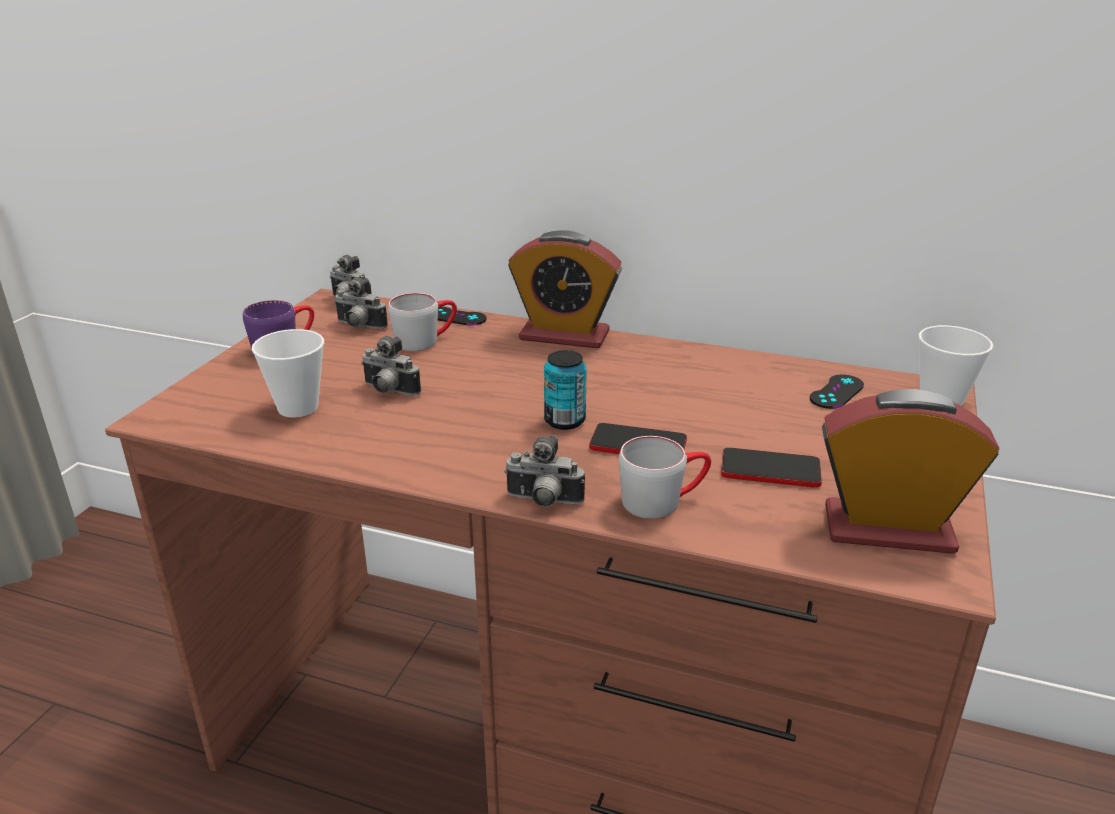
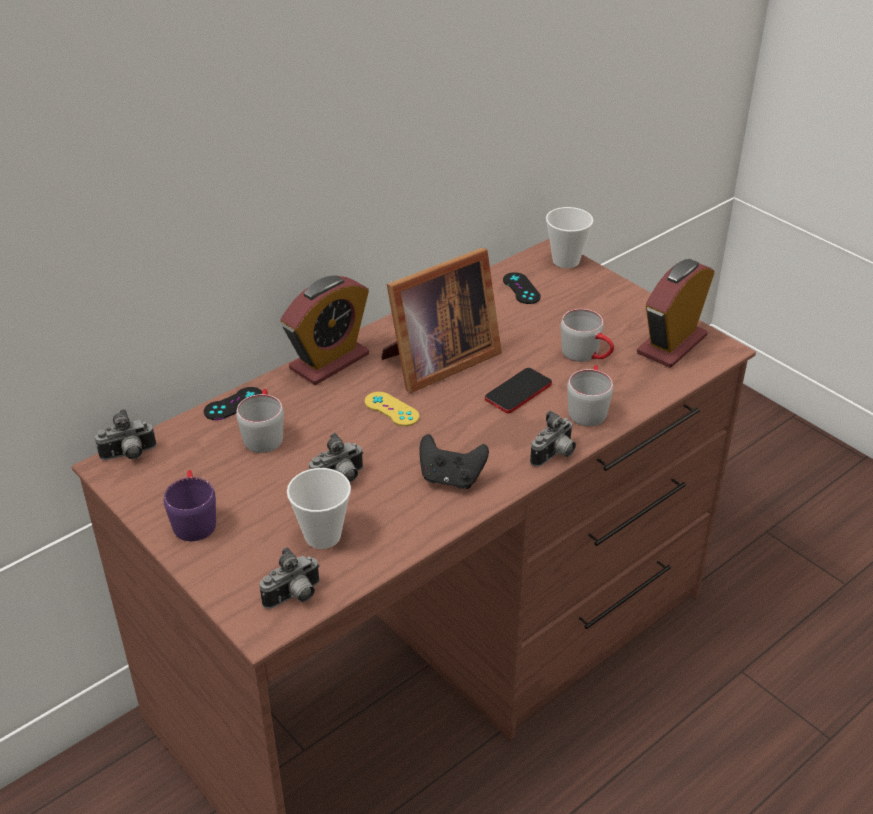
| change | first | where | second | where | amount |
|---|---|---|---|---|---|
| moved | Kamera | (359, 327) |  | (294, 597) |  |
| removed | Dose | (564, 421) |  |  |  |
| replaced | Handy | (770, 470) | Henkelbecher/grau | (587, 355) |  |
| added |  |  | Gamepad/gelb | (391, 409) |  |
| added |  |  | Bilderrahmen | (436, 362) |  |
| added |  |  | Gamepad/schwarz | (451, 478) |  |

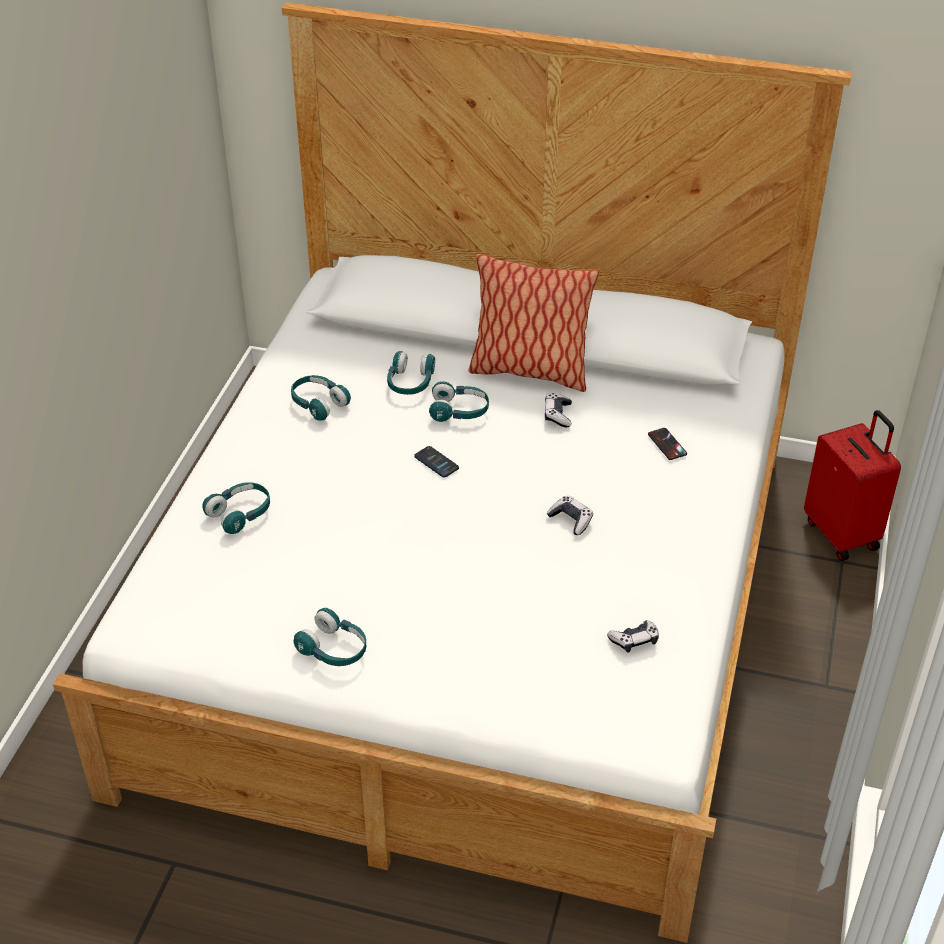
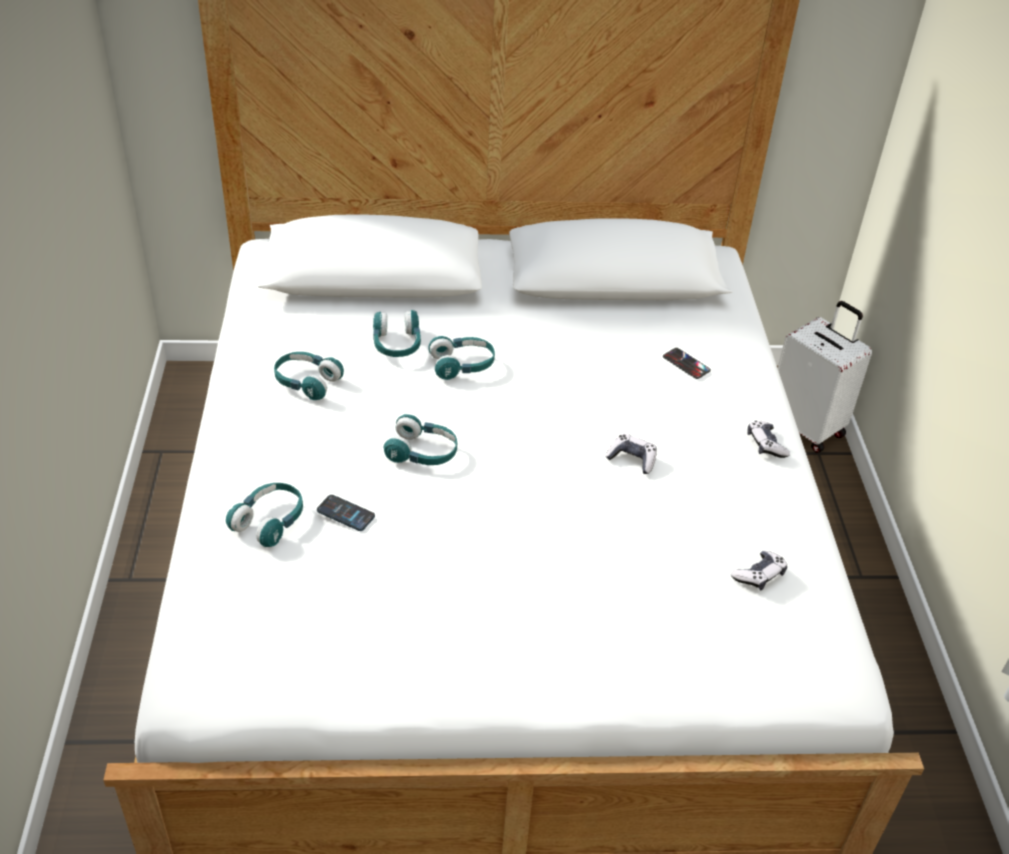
| change | first | where | second | where | amount |
|---|---|---|---|---|---|
| moved | Kopfhörer/türkis | (334, 649) |  | (422, 453) |  |
| moved | Handy | (436, 462) |  | (345, 513) |  |
| removed | Kissen | (529, 371) |  |  |  |
| moved | Gamepad | (557, 415) |  | (765, 444) |  |
| recoloured | Koffer/rot | (843, 534) | Koffer/weiß | (807, 427) |  |

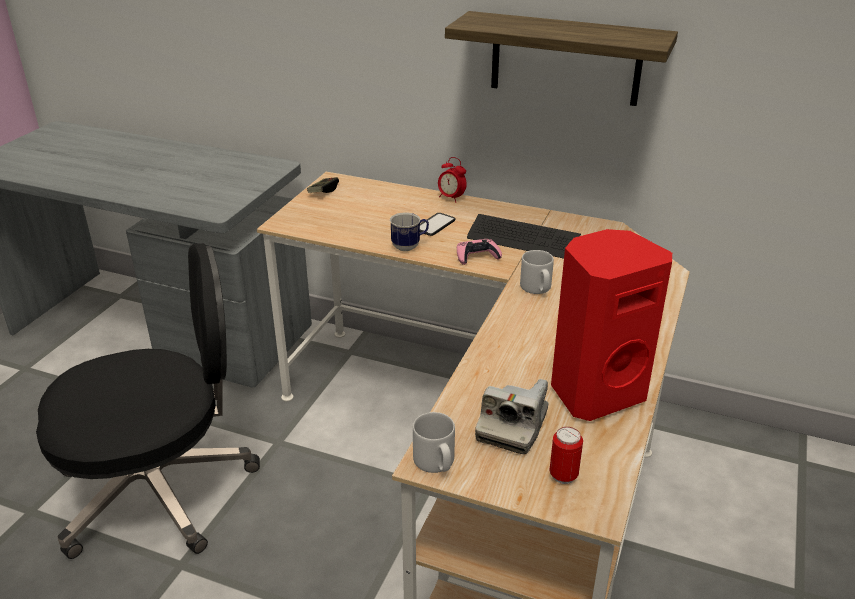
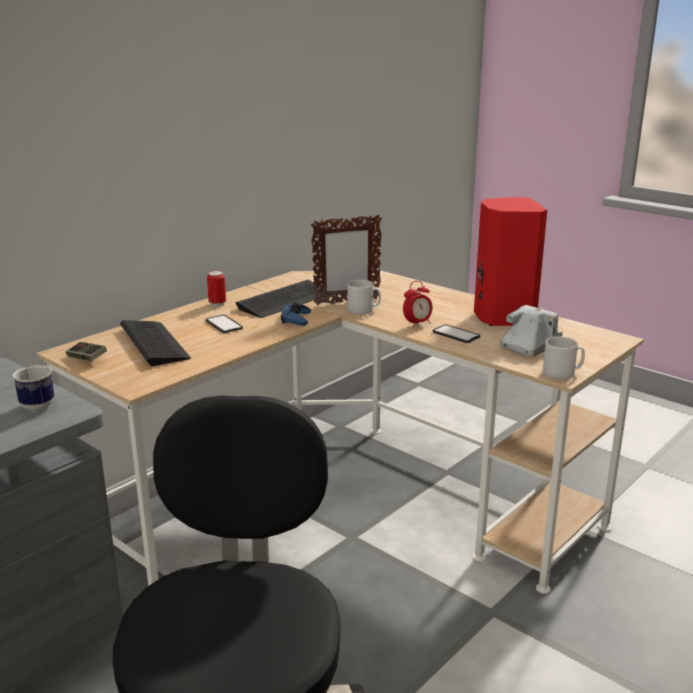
| change | first | where | second | where | amount |
|---|---|---|---|---|---|
| moved | Henkelbecher | (410, 246) |  | (40, 404) |  |
| moved | Wecker | (451, 198) |  | (417, 324) |  |
| removed | Wandregal | (565, 59) |  |  |  |
| recoloured | Gamepad/rosa | (477, 256) | Gamepad/blau | (296, 319) |  |
| turned | Kamera | (512, 426) |  | (530, 345) | 90 degrees counterclockwise |
| moved | Dose | (563, 475) |  | (217, 304) |  |
| added |  |  | Tastatur | (154, 343) |  |
| added |  |  | Bilderrahmen | (346, 302) |  |
| added |  |  | Handy | (456, 334) |  |

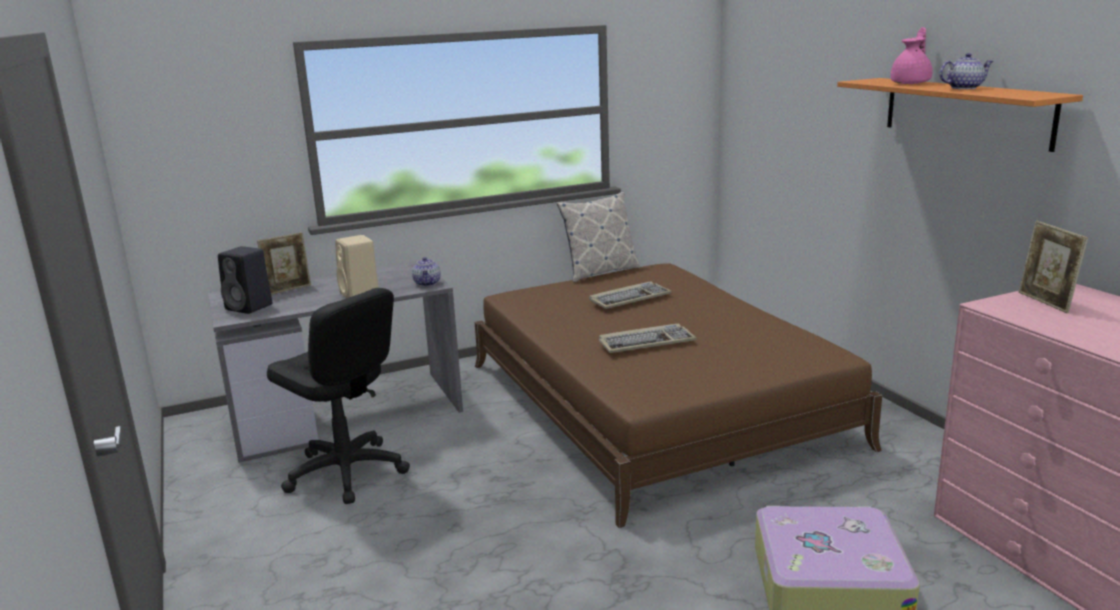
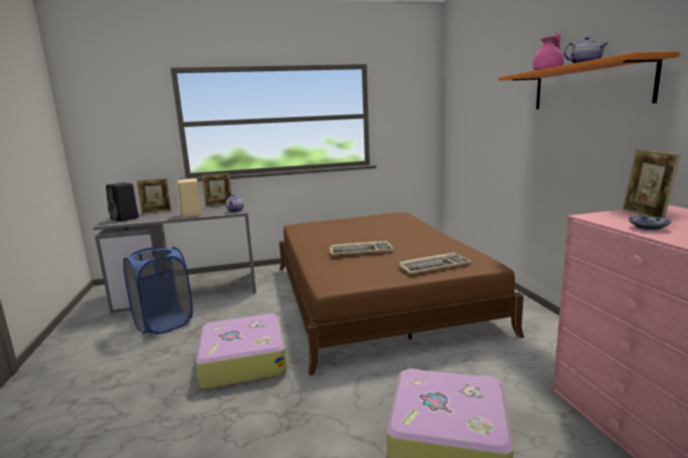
| change | first | where | second | where | amount |
|---|---|---|---|---|---|
| replaced | Bürostuhl/schwarz | (346, 472) | Wäschekorb/blau | (164, 323) |  |
| removed | Kissen | (600, 272) |  |  |  |
| moved | Tastatur | (630, 298) |  | (434, 266) |  |
| added |  |  | Koffer | (243, 361) |  |
| added |  |  | Bilderrahmen | (219, 205) |  |
| added |  |  | Schüssel | (649, 228) |  |

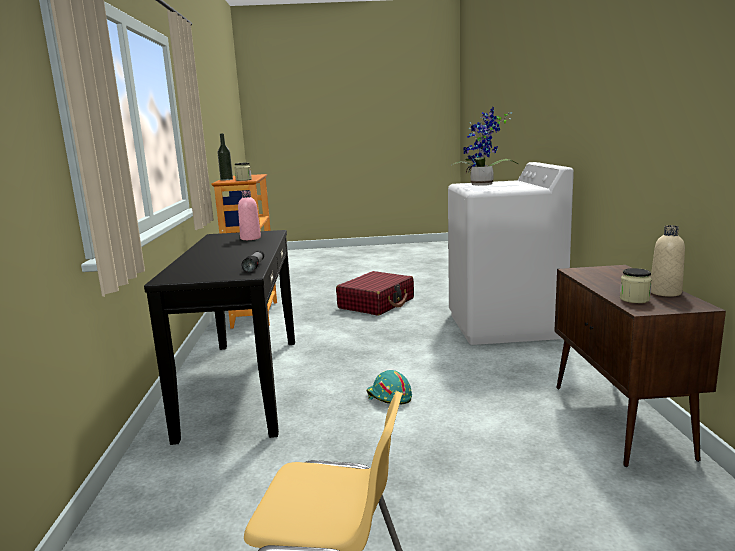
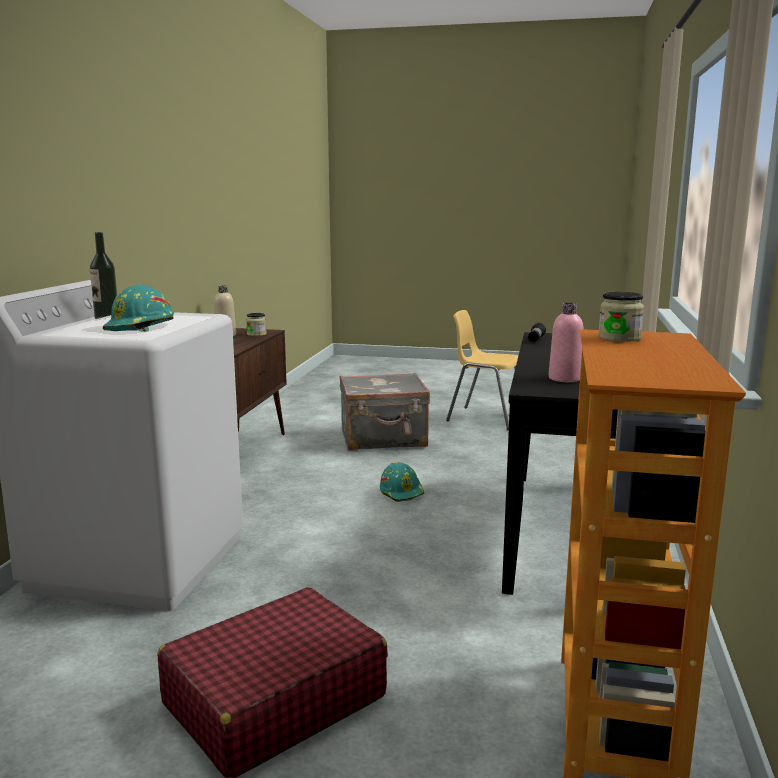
| change | first | where | second | where | amount |
|---|---|---|---|---|---|
| moved | Flasche | (226, 179) |  | (107, 318) |  |
| replaced | Topfpflanze | (483, 185) | Schutzhelm/türkis | (141, 327) |  |
| added |  |  | Koffer/grau | (384, 439) |  |

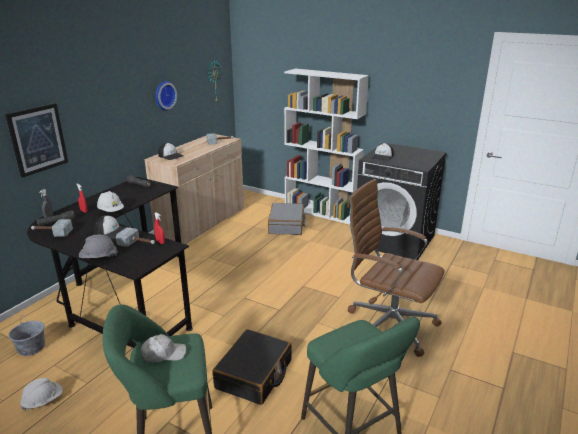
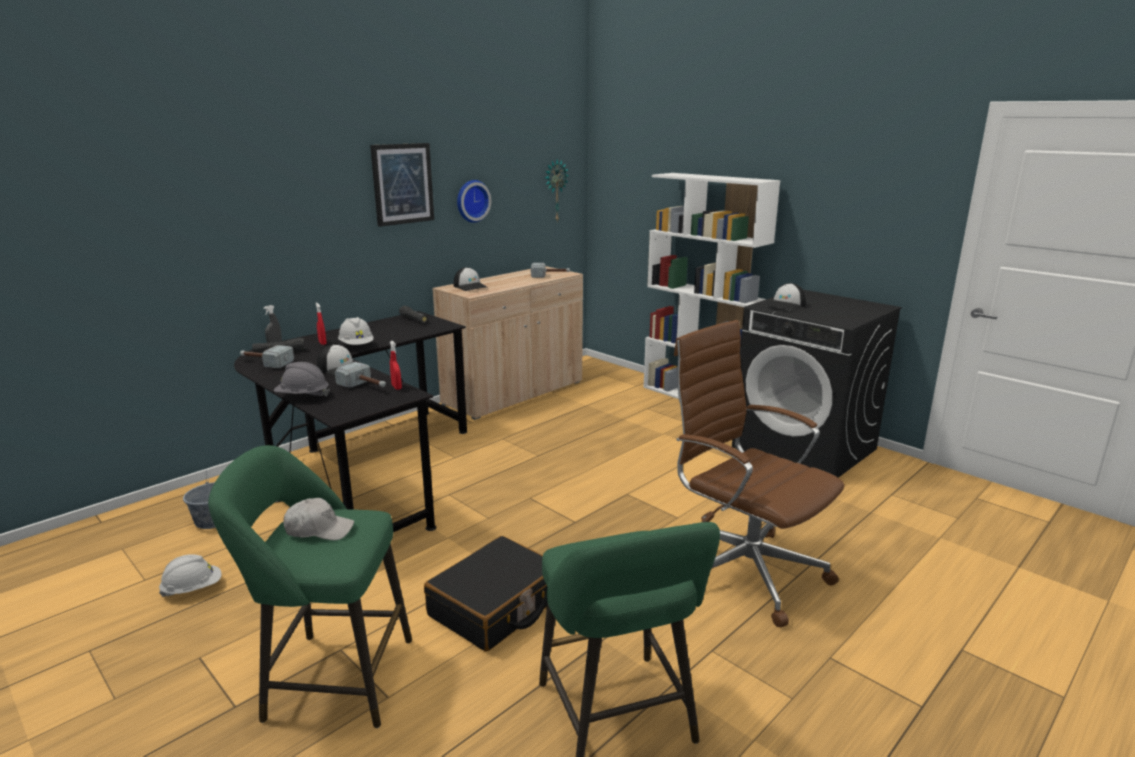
| change | first | where | second | where | amount |
|---|---|---|---|---|---|
| moved | Bild | (37, 139) |  | (402, 184) |  |
| removed | Koffer/grau | (287, 225) |  |  |  |

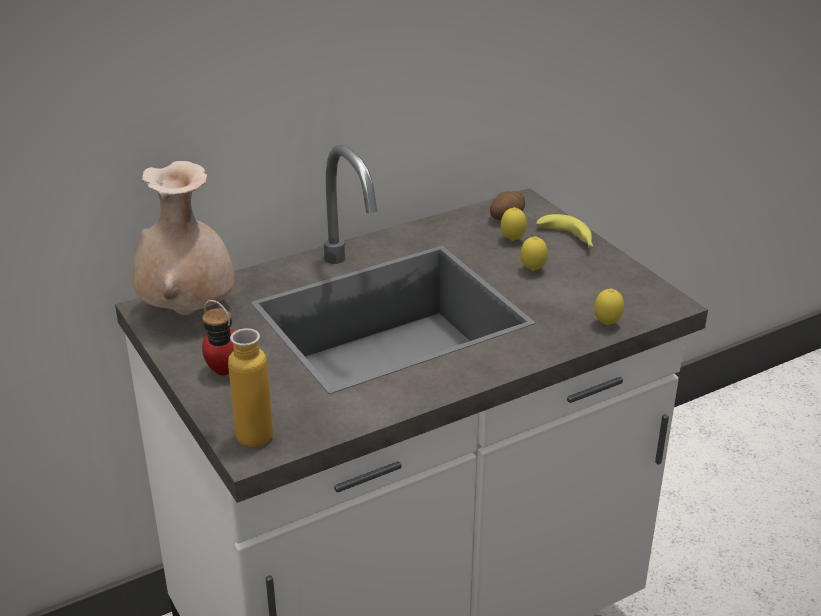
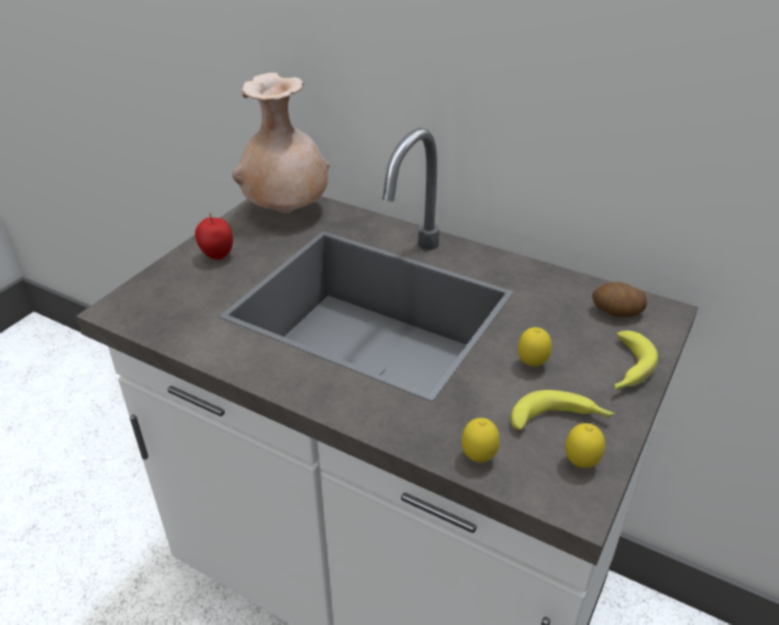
| change | first | where | second | where | amount |
|---|---|---|---|---|---|
| removed | Flasche | (242, 431) |  |  |  |
| moved | Zitrone | (512, 240) |  | (580, 464) |  |
| added |  |  | Banane | (560, 420) |  |

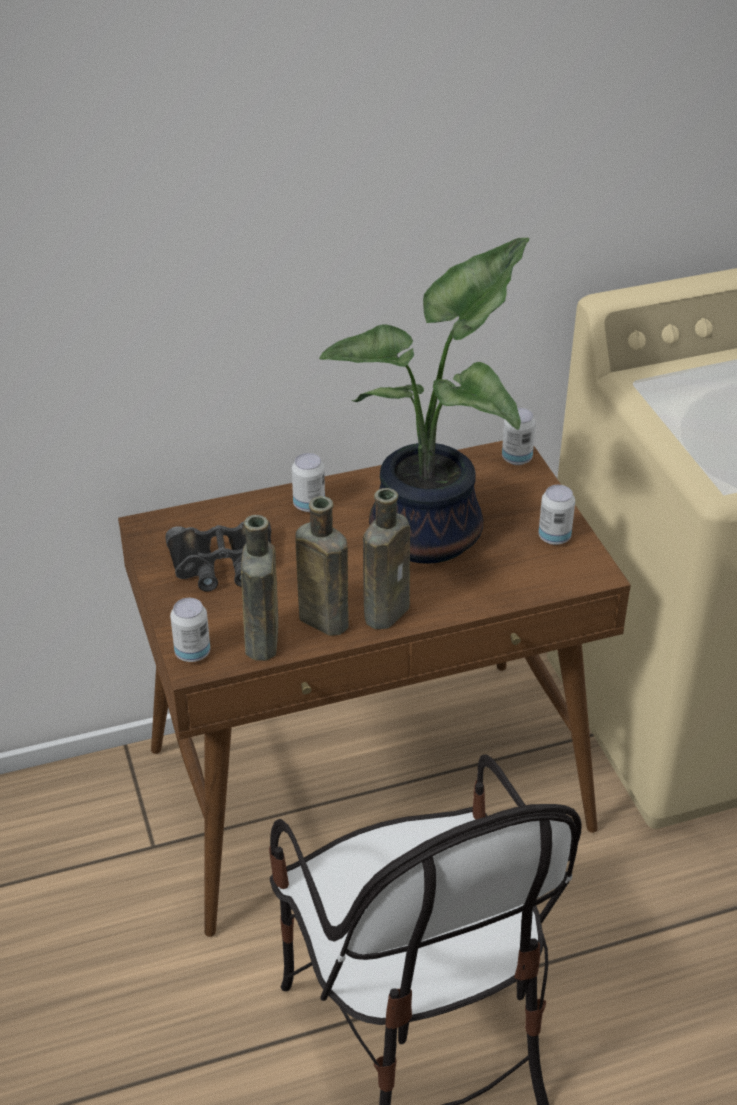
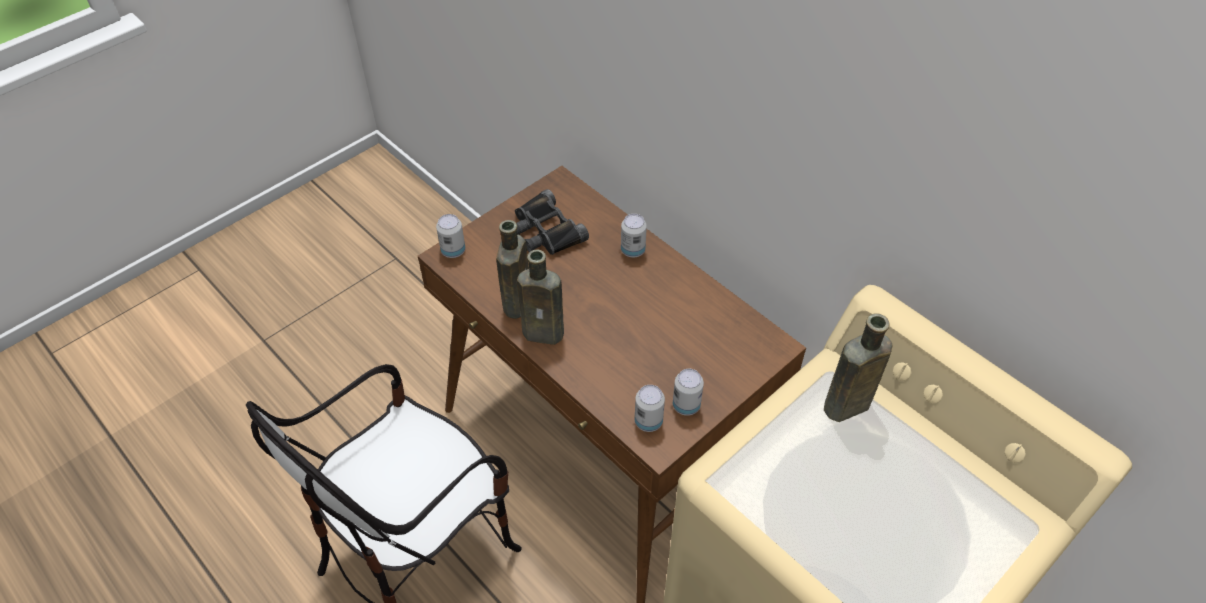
| change | first | where | second | where | amount |
|---|---|---|---|---|---|
| moved | Flasche/braun | (262, 644) |  | (843, 407) |  |
| removed | Topfpflanze | (433, 534) |  |  |  |
| moved | Dose | (516, 458) |  | (648, 422) |  |

